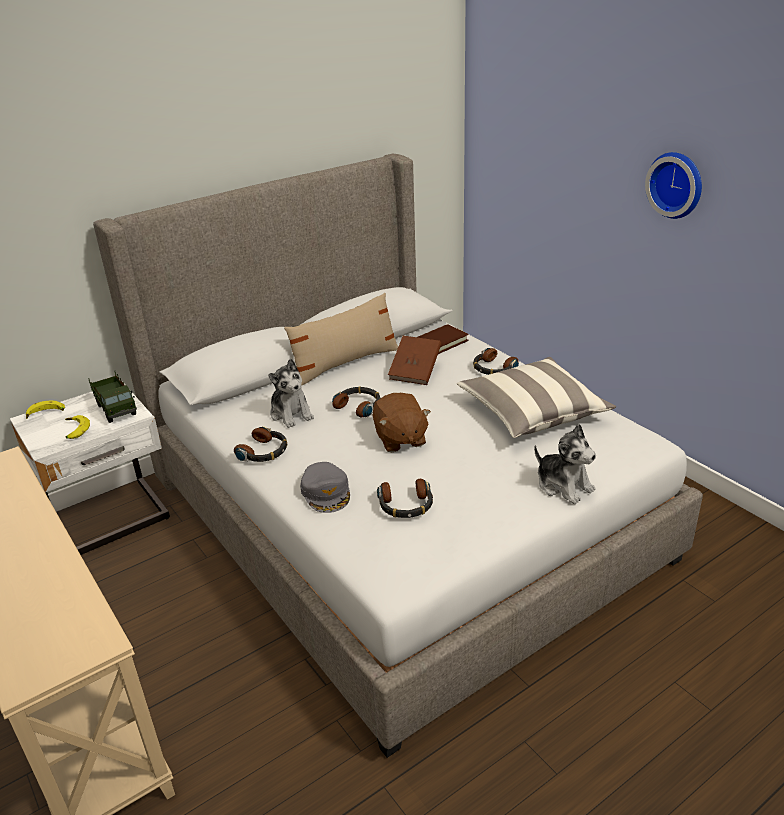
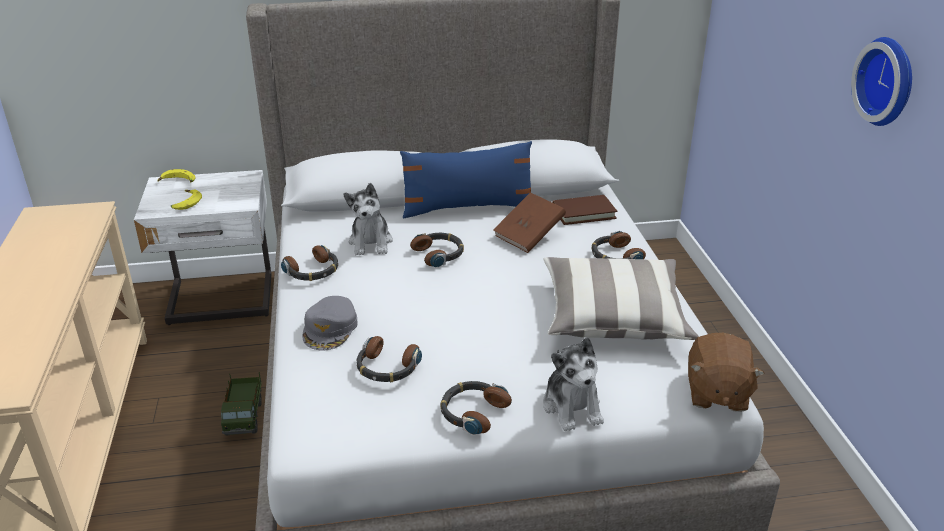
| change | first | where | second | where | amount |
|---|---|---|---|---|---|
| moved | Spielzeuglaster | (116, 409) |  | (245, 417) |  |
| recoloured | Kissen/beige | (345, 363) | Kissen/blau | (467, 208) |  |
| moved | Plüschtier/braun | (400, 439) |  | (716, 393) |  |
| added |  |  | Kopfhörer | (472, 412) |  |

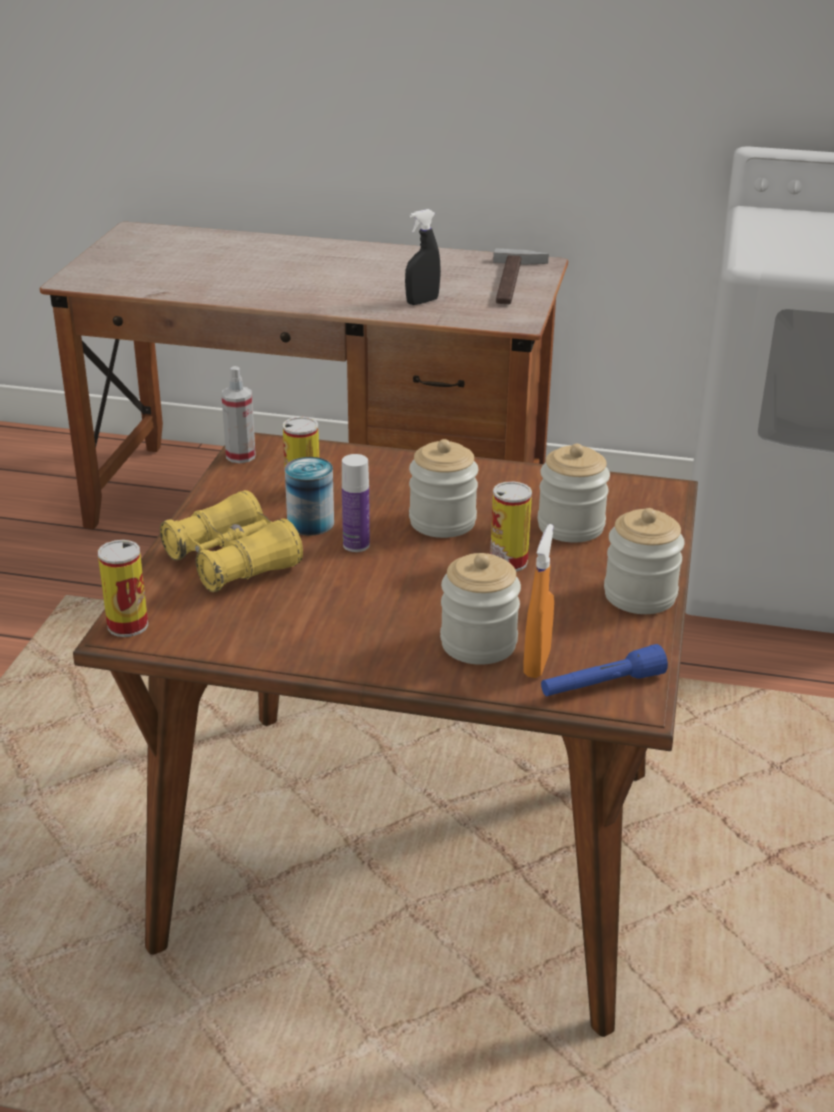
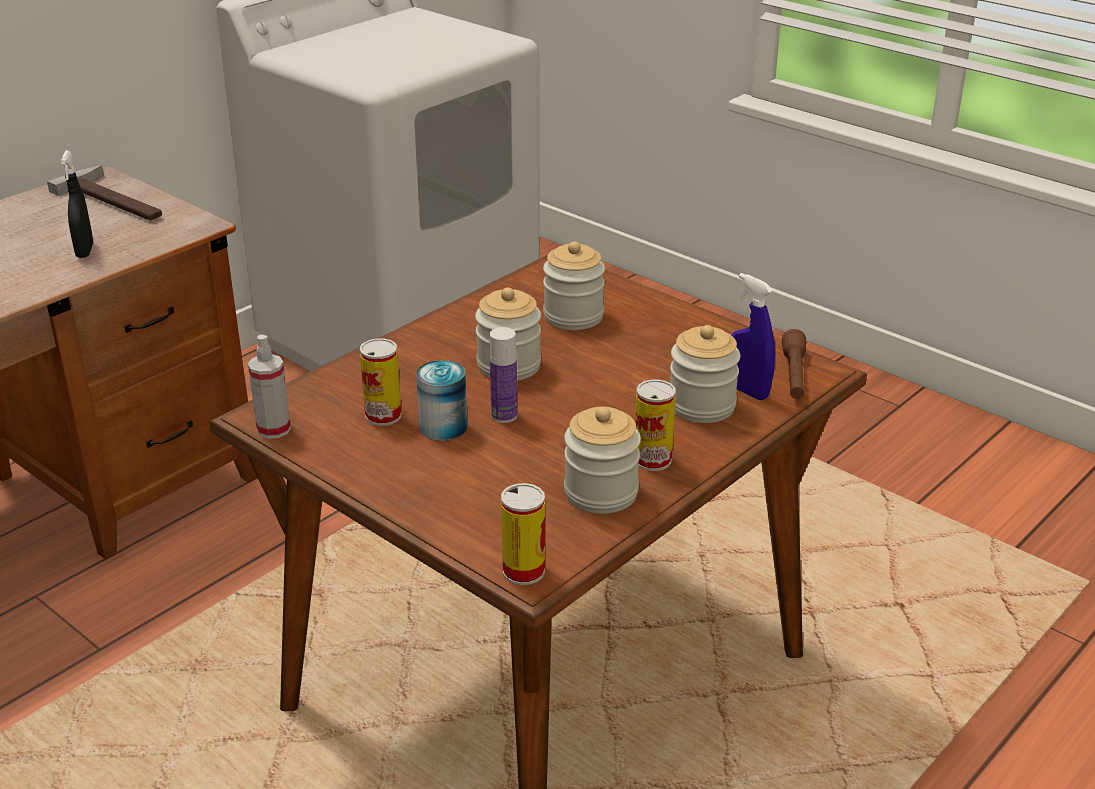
| change | first | where | second | where | amount |
|---|---|---|---|---|---|
| removed | Fernglas/gelb | (232, 561) |  |  |  |
| moved | Dose | (508, 562) |  | (652, 460) |  |
| recoloured | Sprühflasche/orange | (536, 663) | Sprühflasche/blau | (747, 391) |  |
| recoloured | Taschenlampe/blau | (601, 685) | Taschenlampe/braun | (794, 376) |  |
| moved | Vorratsglas | (640, 595) |  | (601, 493) |  |

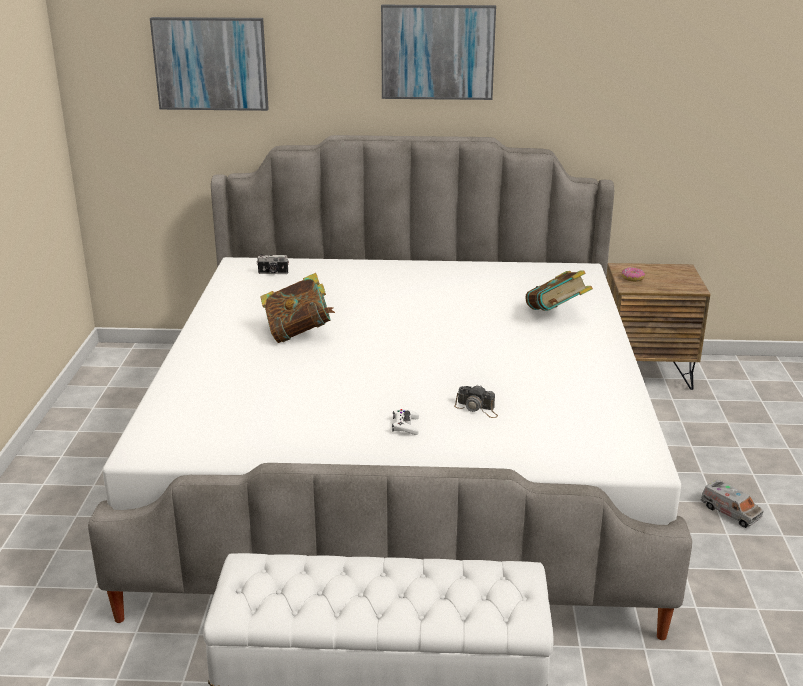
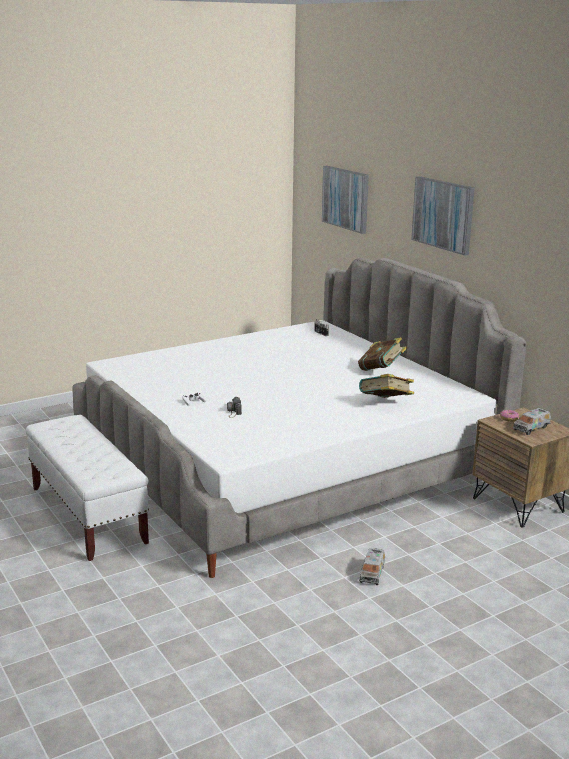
| change | first | where | second | where | amount |
|---|---|---|---|---|---|
| moved | Buch | (298, 333) |  | (381, 371) |  |
| added |  |  | Spielzeuglaster | (531, 428) |  |

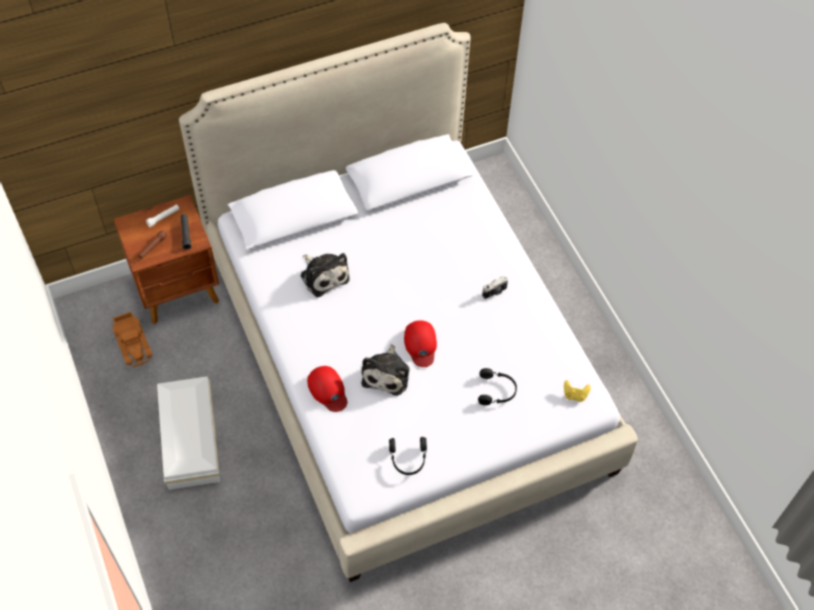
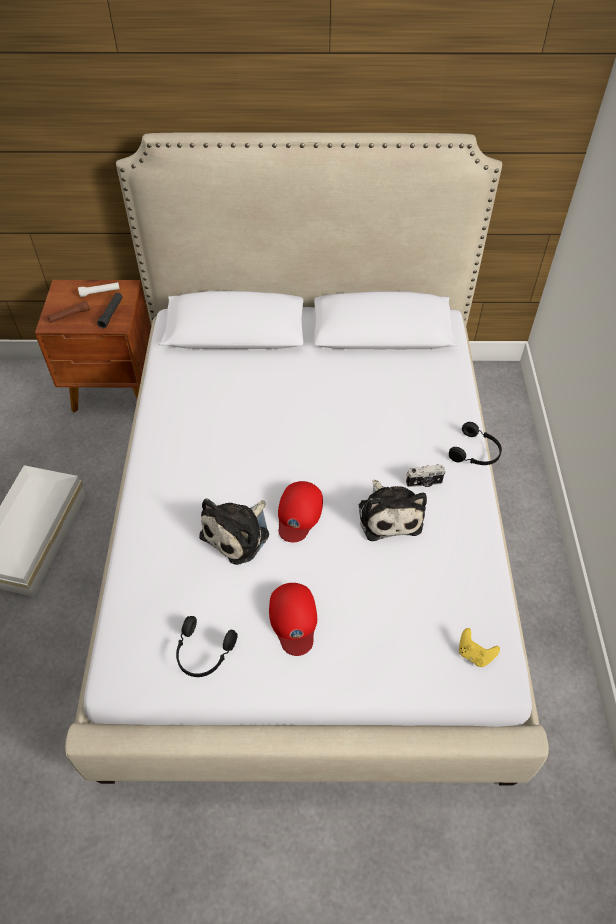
| change | first | where | second | where | amount |
|---|---|---|---|---|---|
| removed | Spielzeuglaster | (133, 342) |  |  |  |
| moved | Plüschtier | (323, 275) |  | (389, 514) |  |
| moved | Kappe/rot | (328, 390) |  | (293, 619) |  |
| moved | Kopfhörer/schwarz | (497, 391) |  | (476, 452) |  |

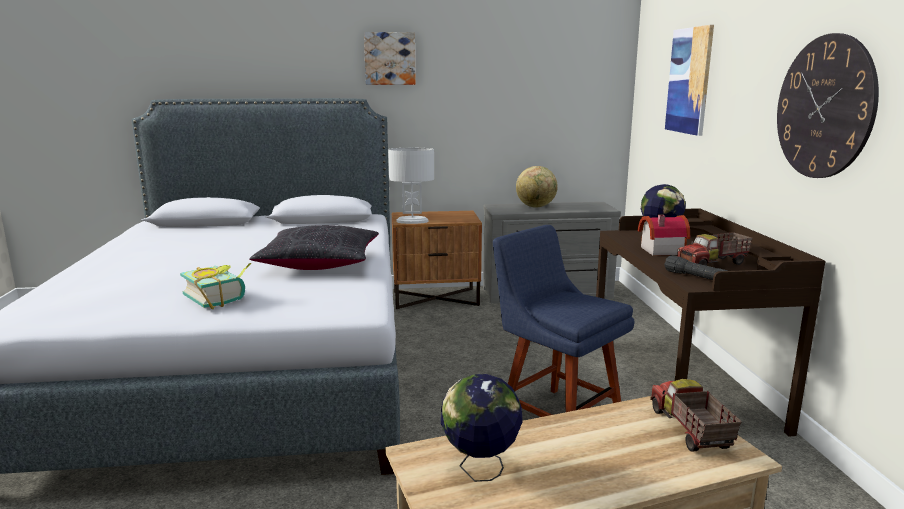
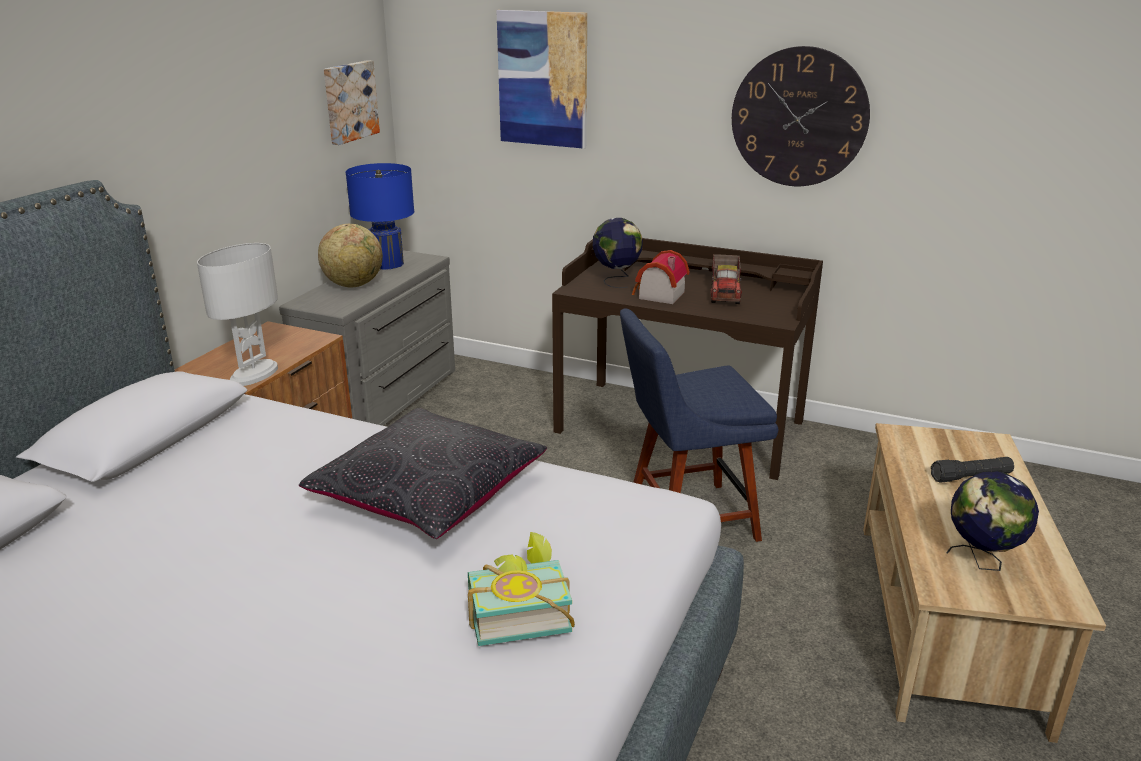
| change | first | where | second | where | amount |
|---|---|---|---|---|---|
| moved | Bild | (390, 58) |  | (349, 101) |  |
| removed | Spielzeuglaster | (689, 430) |  |  |  |
| moved | Taschenlampe/schwarz | (695, 277) |  | (970, 477) |  |
| added |  |  | Tischlampe/blau | (387, 264) |  |

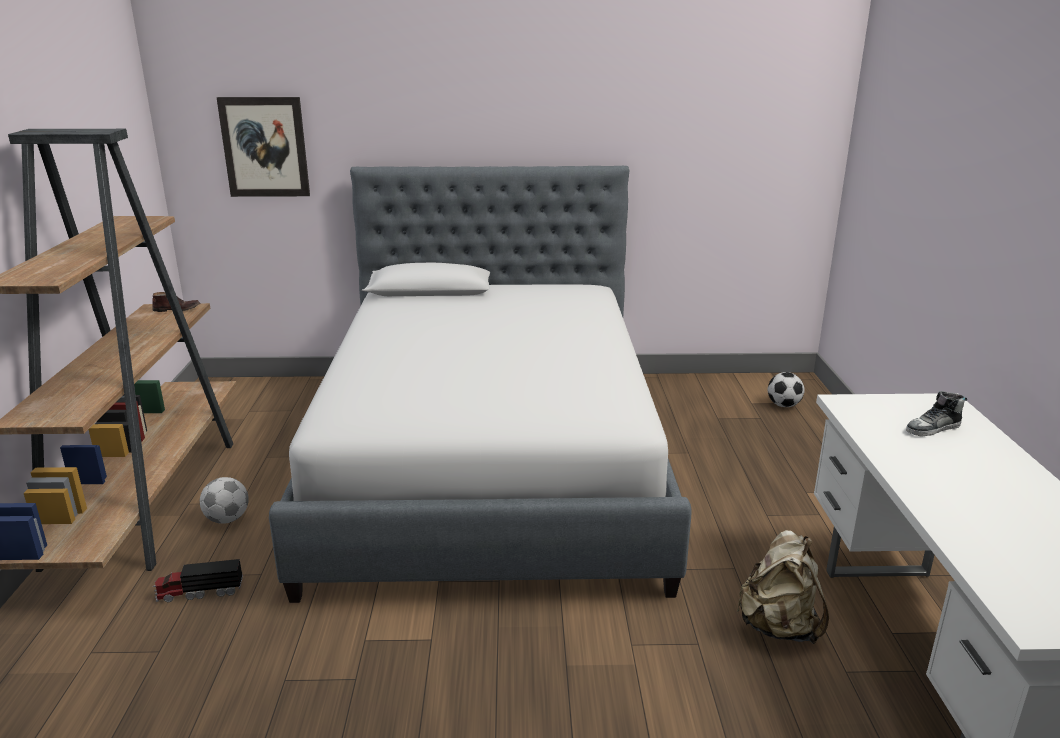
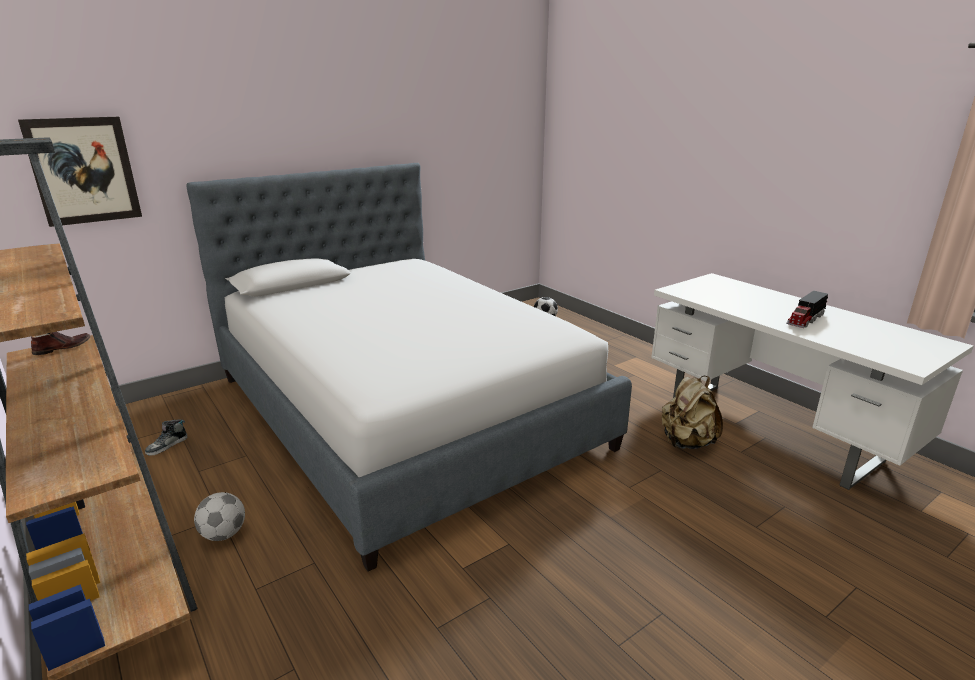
| change | first | where | second | where | amount |
|---|---|---|---|---|---|
| moved | Spielzeuglaster | (199, 592) |  | (805, 319) |  |
| moved | Schuh | (933, 429) |  | (167, 446) |  |

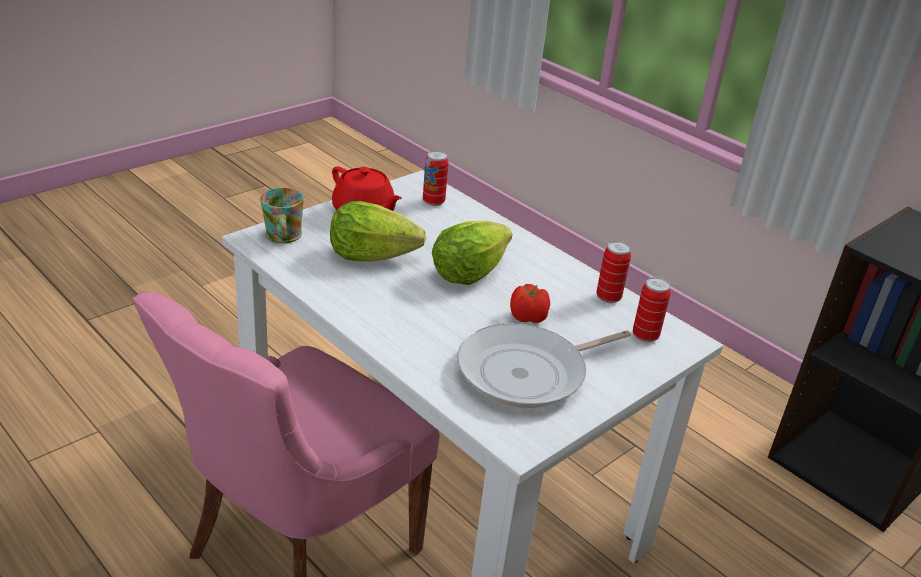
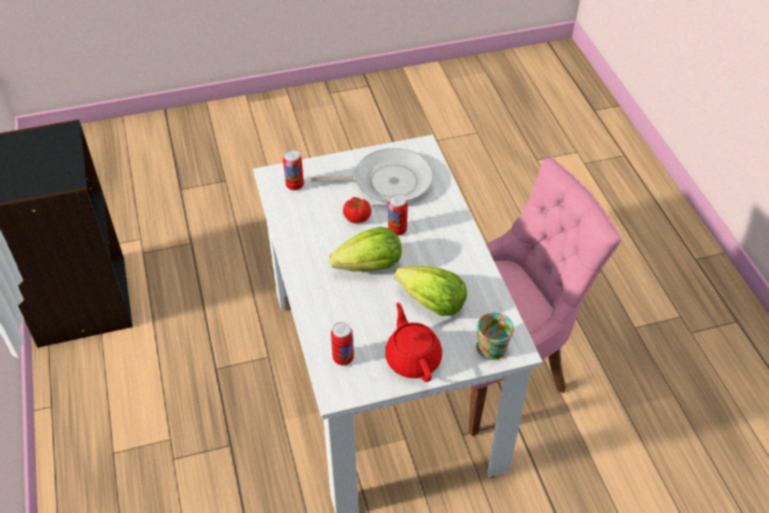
| change | first | where | second | where | amount |
|---|---|---|---|---|---|
| moved | Dose | (608, 297) |  | (397, 230) |  |

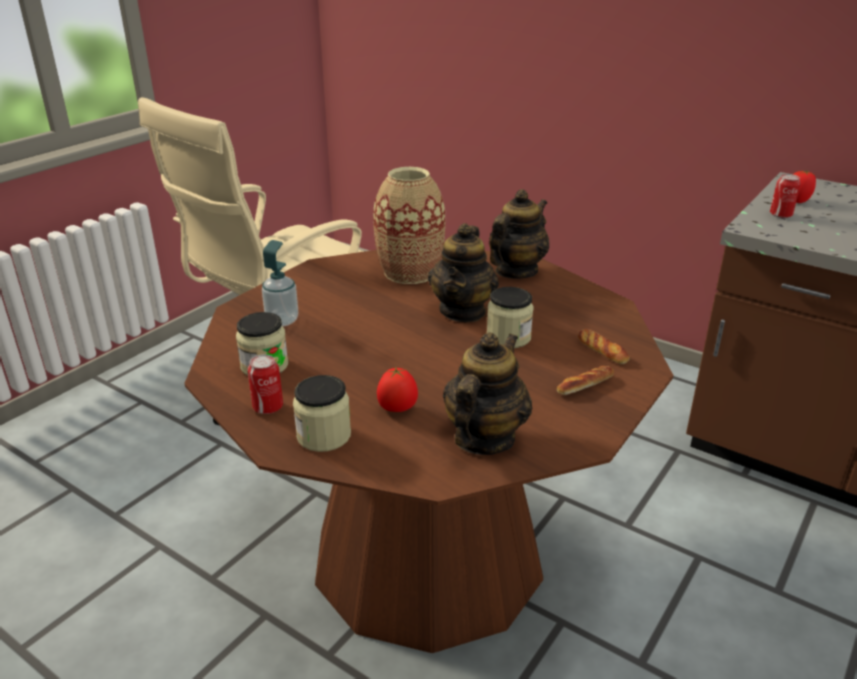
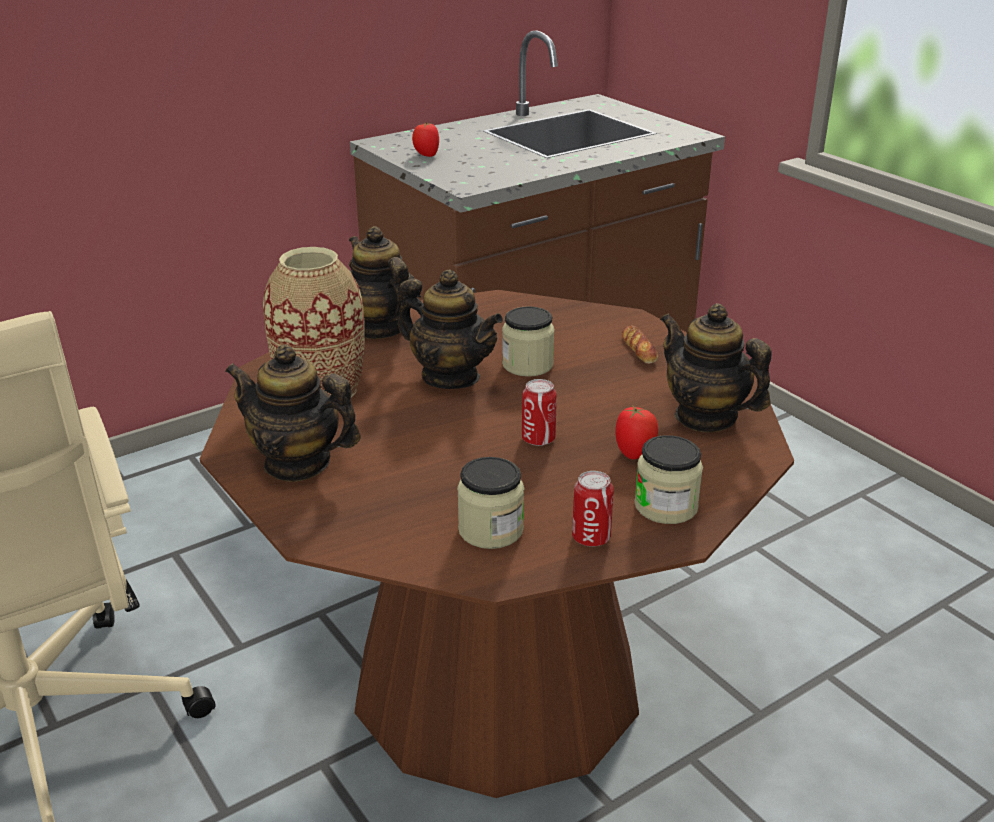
| change | first | where | second | where | amount |
|---|---|---|---|---|---|
| removed | Seifenspender | (282, 320) |  |  |  |
| removed | Brot | (602, 350) |  |  |  |
| moved | Dose | (780, 215) |  | (538, 439) |  |
| added |  |  | Teekanne | (297, 463) |  |

